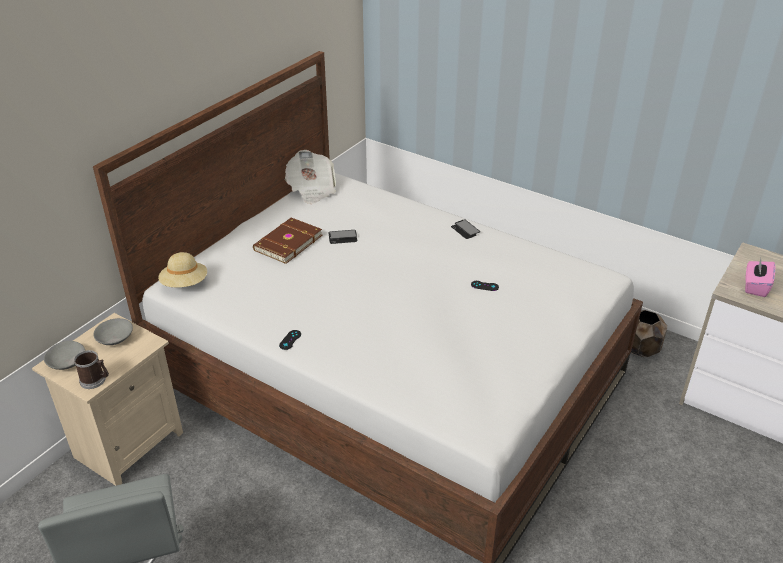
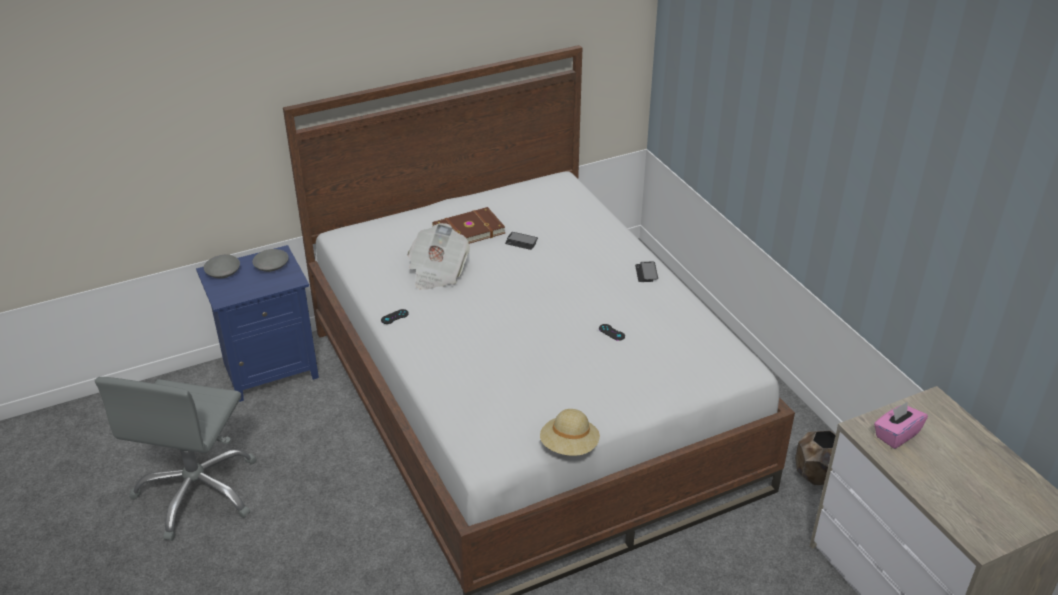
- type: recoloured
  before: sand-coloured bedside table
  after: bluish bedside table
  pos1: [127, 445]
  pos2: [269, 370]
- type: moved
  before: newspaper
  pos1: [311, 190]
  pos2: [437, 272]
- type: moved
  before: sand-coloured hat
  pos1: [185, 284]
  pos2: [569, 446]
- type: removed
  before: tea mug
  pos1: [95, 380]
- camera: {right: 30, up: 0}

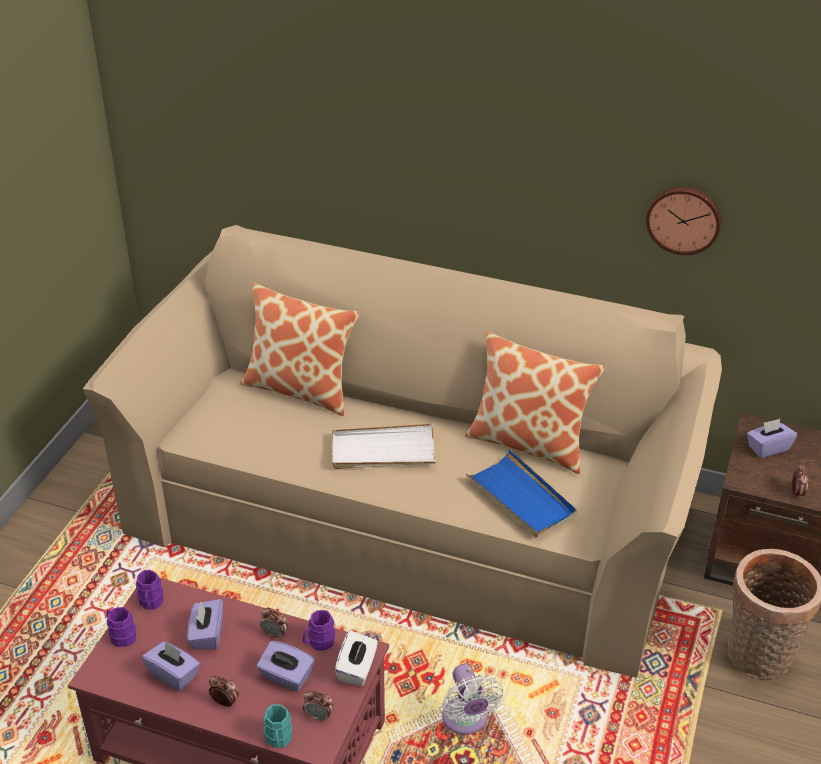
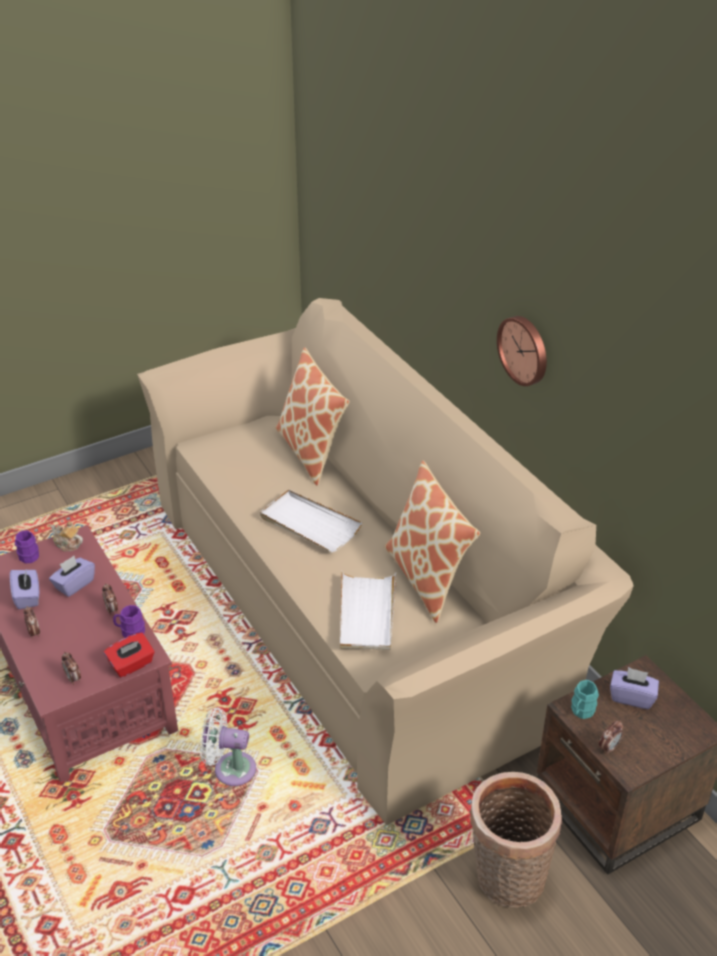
- type: replaced
  before: purple tea mug
  after: pot for tea
  pos1: [151, 603]
  pos2: [67, 544]
- type: recoloured
  before: white box of tissues
  after: red box of tissues
  pos1: [357, 669]
  pos2: [131, 665]
- type: turned
  before: white fan
  pos1: [466, 721]
  pos2: [230, 768]
  turn: 75
- type: recoloured
  before: bluish carrying tray
  after: white carrying tray
  pos1: [521, 497]
  pos2: [367, 613]
- type: moved
  before: wall clock
  pos1: [684, 219]
  pos2: [524, 350]
- type: moved
  before: turquoise-coloured tea mug
  pos1: [278, 740]
  pos2: [581, 711]
- type: removed
  before: purple box of tissues
  pos1: [286, 677]
- camera: {right: 40, up: 0}

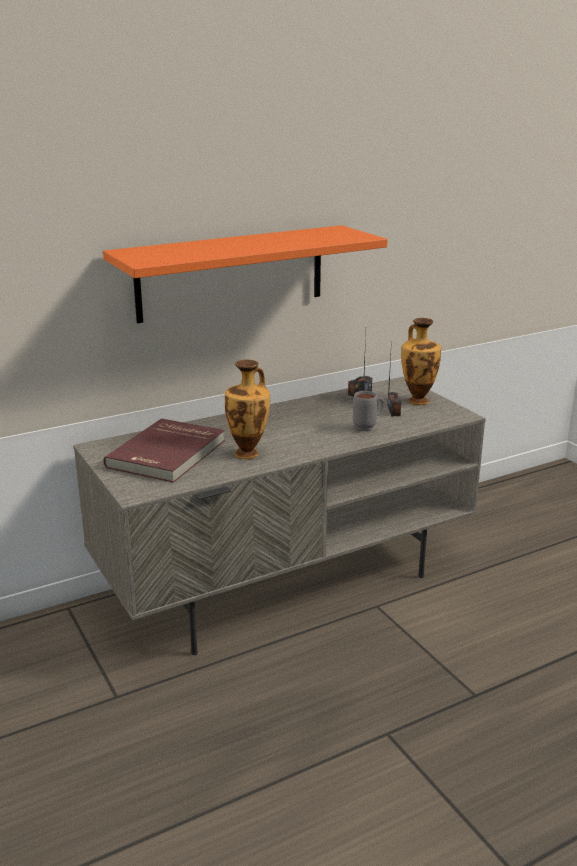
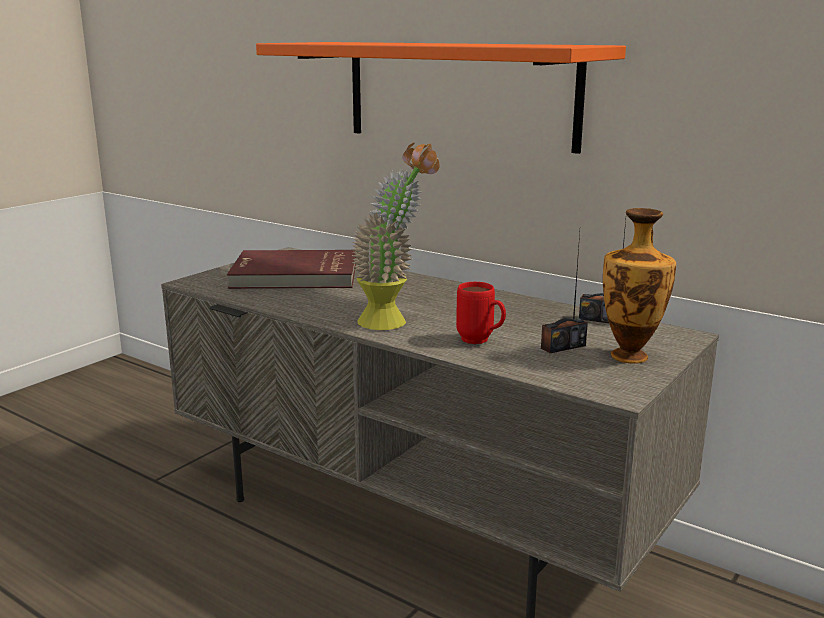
- type: added
  after: potted plant
  pos2: [394, 320]
- type: recoloured
  before: greyish tea mug
  after: red tea mug
  pos1: [368, 427]
  pos2: [481, 341]
- type: removed
  before: vase
  pos1: [248, 453]
- camera: {right: 65, up: -5}

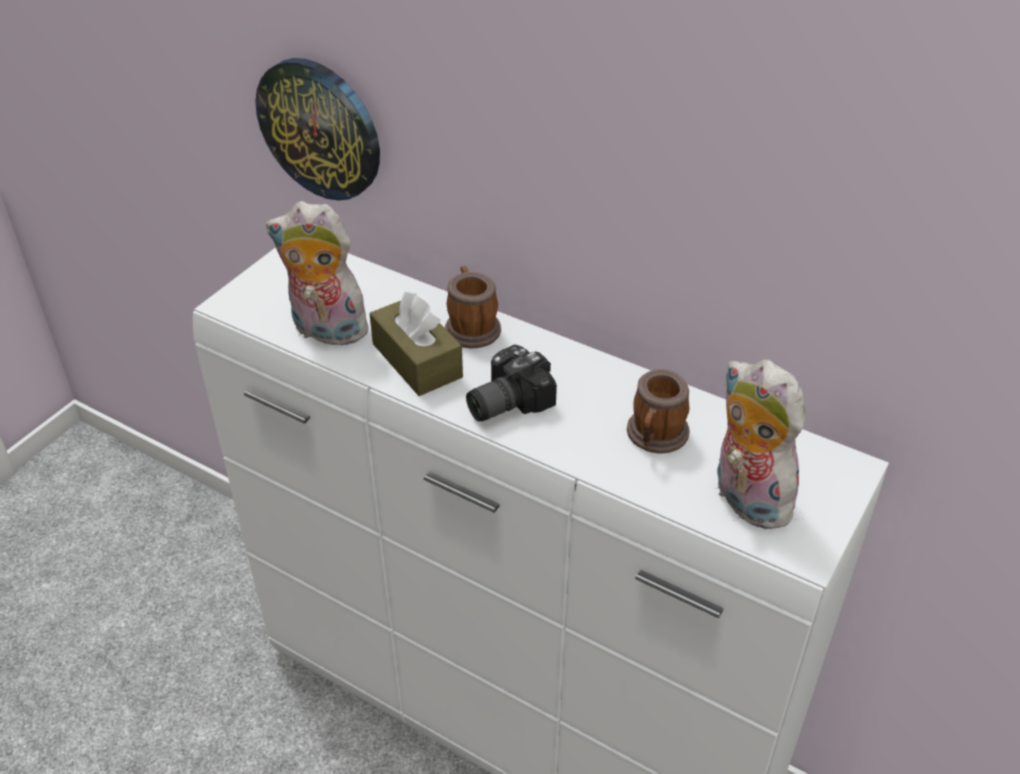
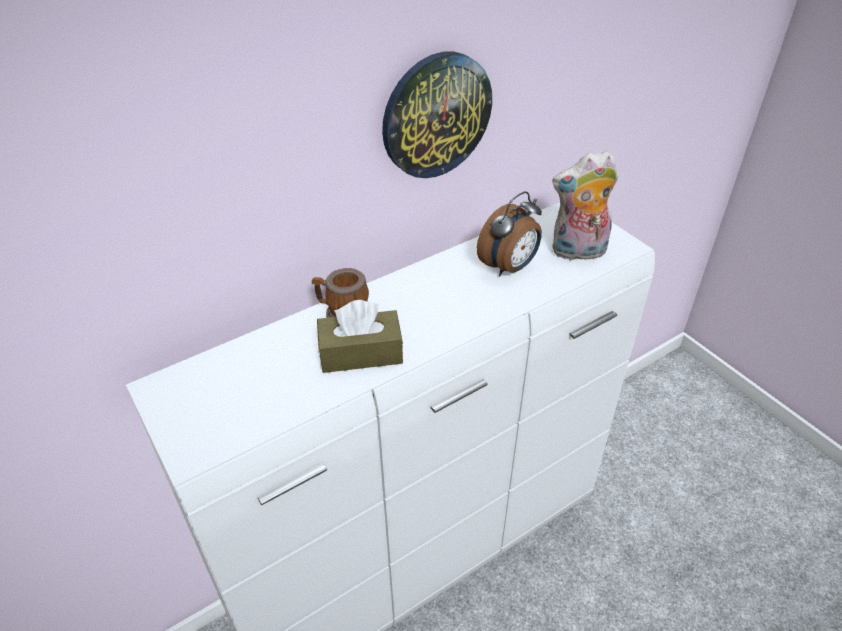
- type: moved
  before: wall clock
  pos1: [320, 129]
  pos2: [436, 115]
- type: replaced
  before: tea mug
  after: bedside clock
  pos1: [655, 437]
  pos2: [509, 267]
- type: removed
  before: plush toy
  pos1: [325, 331]
- type: removed
  before: still camera
  pos1: [504, 401]
- camera: {right: -65, up: 0}

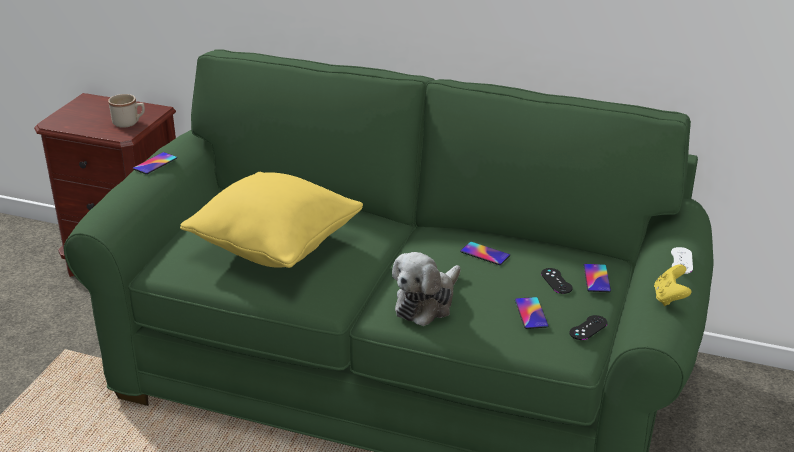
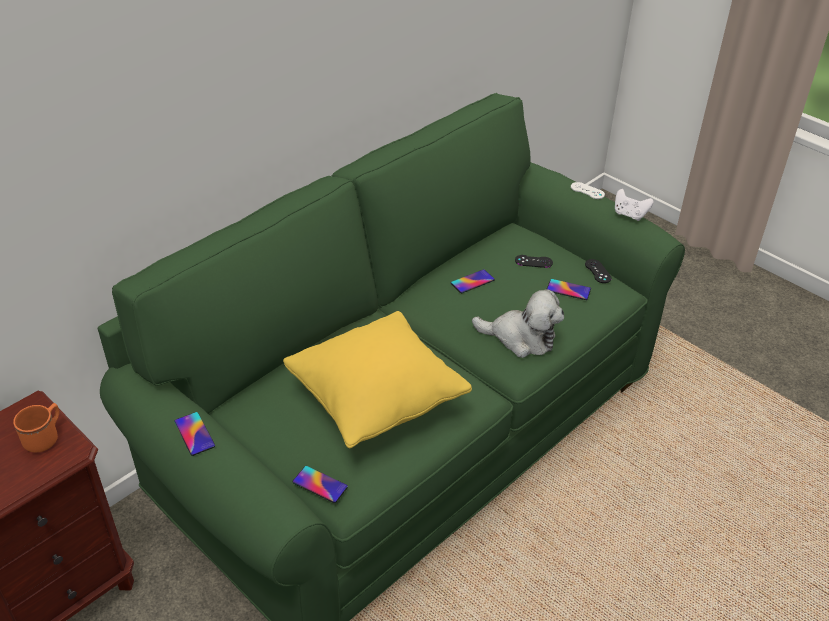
- type: recoloured
  before: sand-coloured tea mug
  after: orange tea mug
  pos1: [129, 123]
  pos2: [45, 437]
- type: moved
  before: handset
  pos1: [596, 278]
  pos2: [320, 484]
- type: turned
  before: plush toy
  pos1: [427, 303]
  pos2: [521, 338]
  turn: -45
- type: recoloured
  before: yellow-coloured joypad
  after: white joypad
  pos1: [669, 298]
  pos2: [629, 215]
- camera: {right: -65, up: 10}

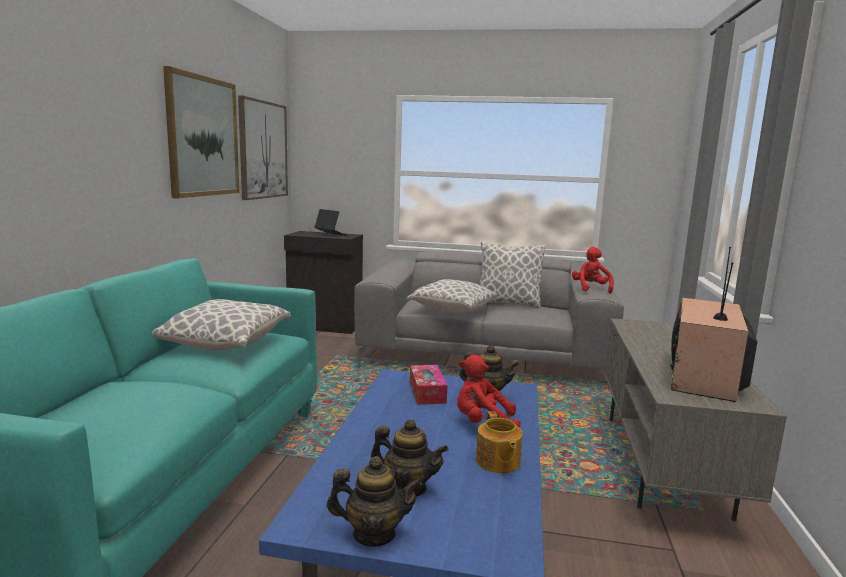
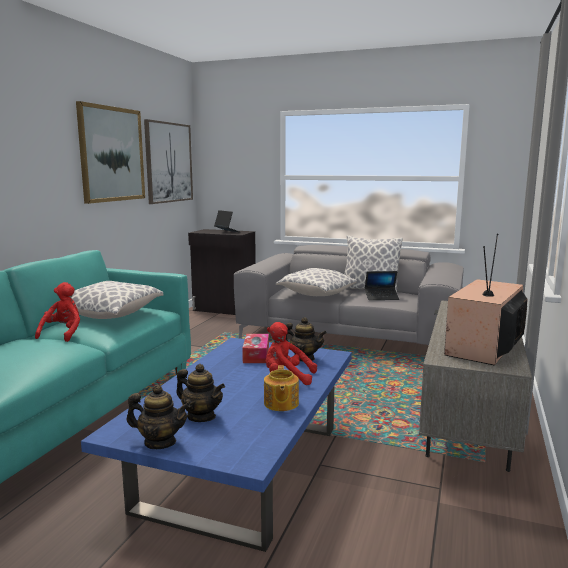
- type: moved
  before: red plush toy
  pos1: [590, 289]
  pos2: [63, 333]
- type: added
  after: portable computer
  pos2: [381, 297]
- camera: {right: 10, up: 0}

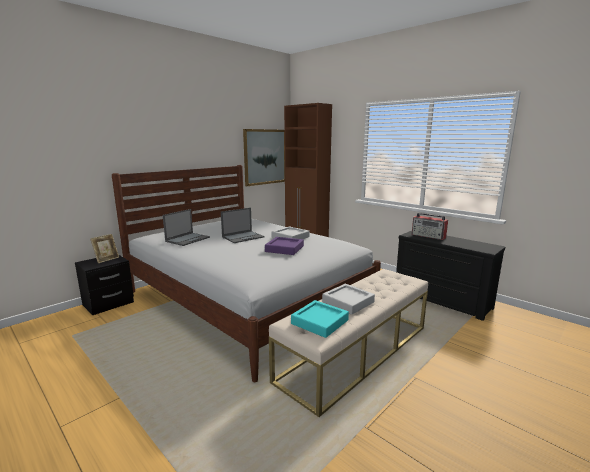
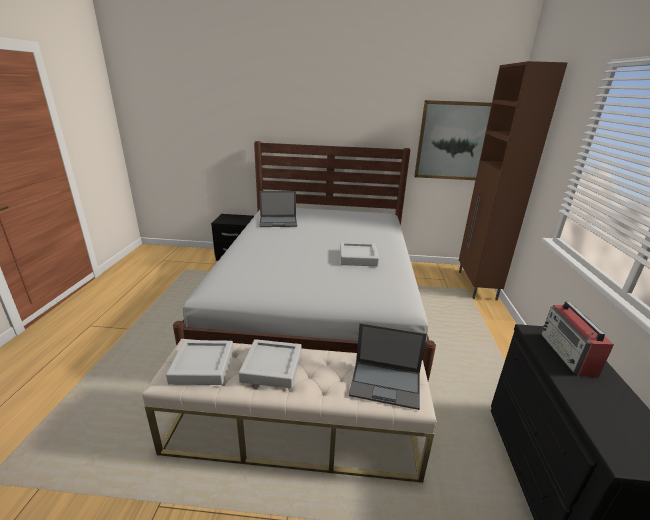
- type: recoloured
  before: turquoise-coloured carrying tray
  after: greyish carrying tray
  pos1: [319, 322]
  pos2: [202, 366]
- type: moved
  before: portable computer
  pos1: [243, 237]
  pos2: [386, 384]
- type: removed
  before: photo frame
  pos1: [107, 259]
- type: removed
  before: purple carrying tray
  pos1: [284, 249]
- camera: {right: 50, up: 10}

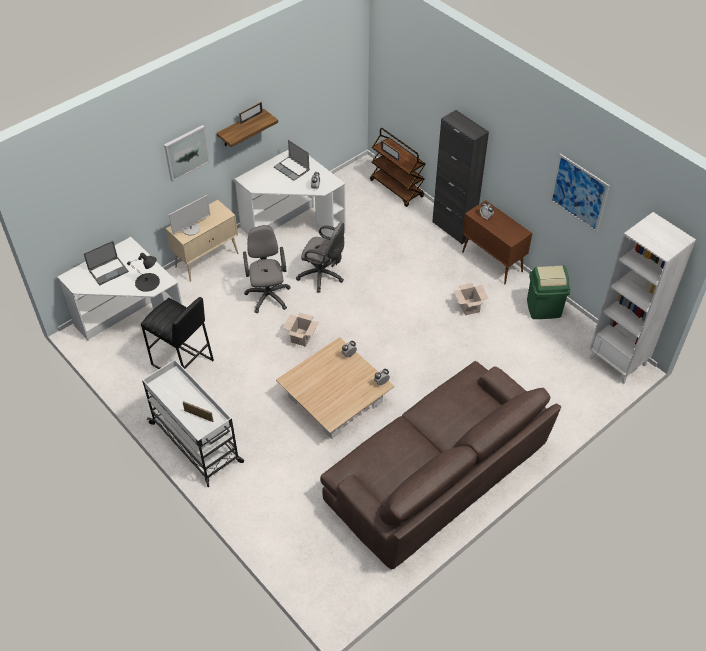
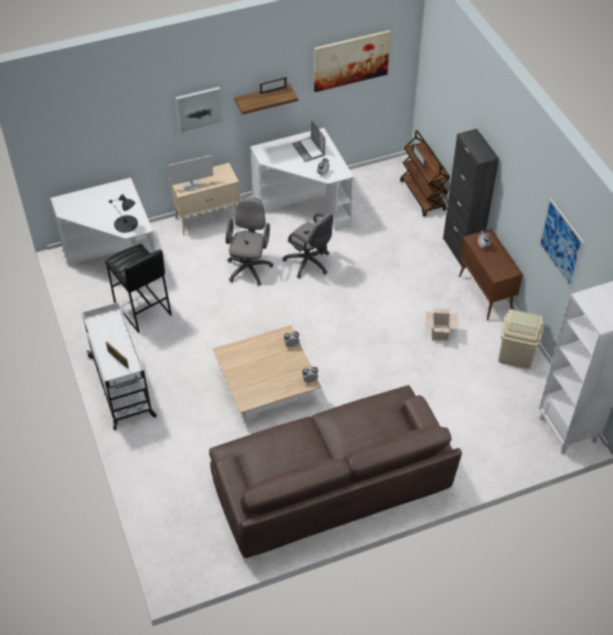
- type: added
  after: picture
  pos2: [351, 60]
- type: recoloured
  before: green-coloured rubbish bin
  after: sand-coloured rubbish bin
  pos1: [543, 308]
  pos2: [516, 354]
- type: removed
  before: portable computer
  pos1: [108, 270]
- type: removed
  before: packing box
  pos1: [301, 337]
- camera: {right: 20, up: 0}

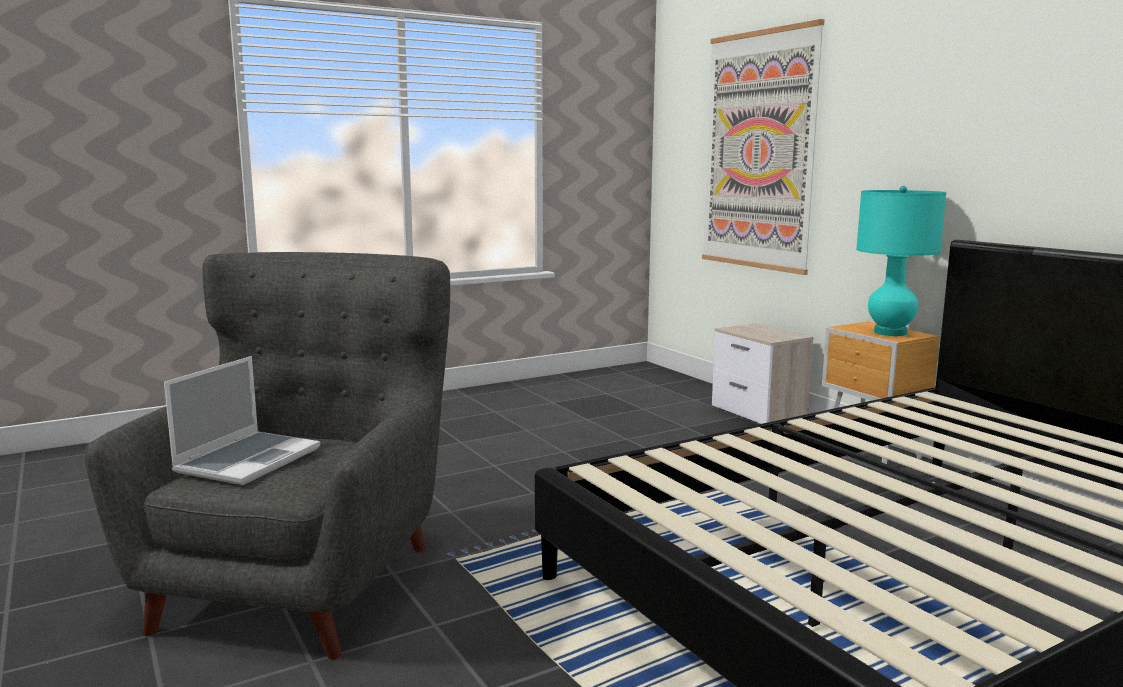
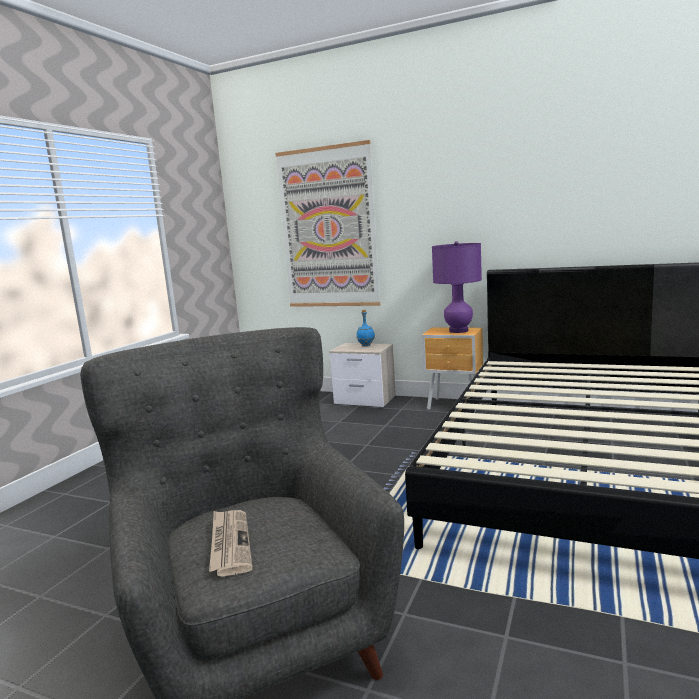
- type: replaced
  before: portable computer
  after: newspaper
  pos1: [248, 460]
  pos2: [229, 543]
- type: added
  after: bluish bottle
  pos2: [366, 345]
- type: recoloured
  before: turquoise-coloured lamp for a table
  after: purple lamp for a table
  pos1: [890, 333]
  pos2: [458, 331]
- camera: {right: -35, up: 0}

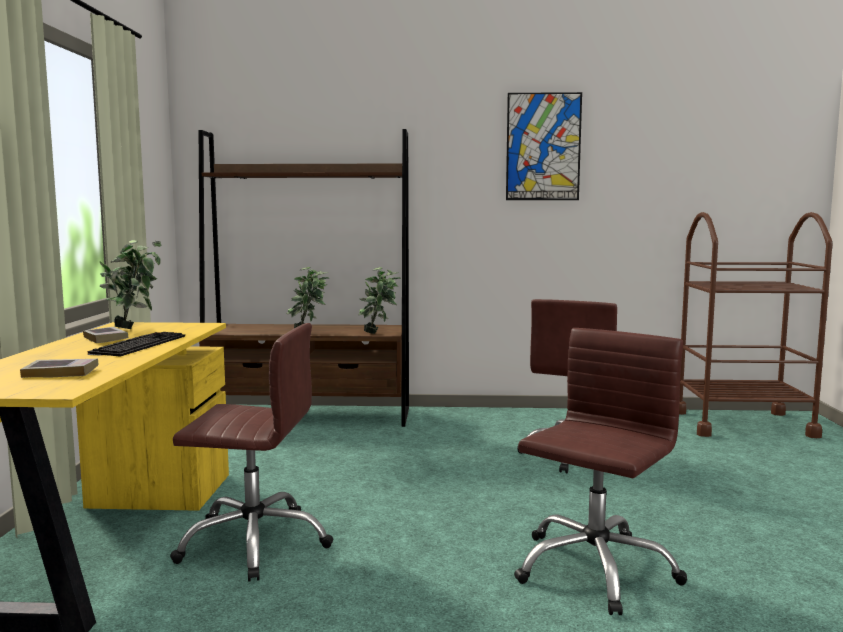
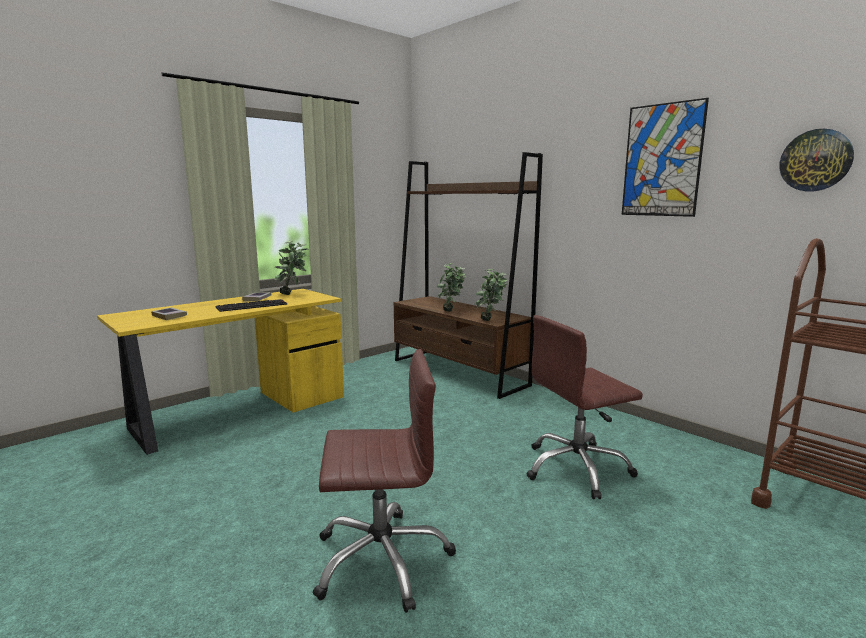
- type: added
  after: wall clock
  pos2: [815, 160]
- type: removed
  before: brown desk chair
  pos1: [254, 542]
- camera: {right: 45, up: 5}

